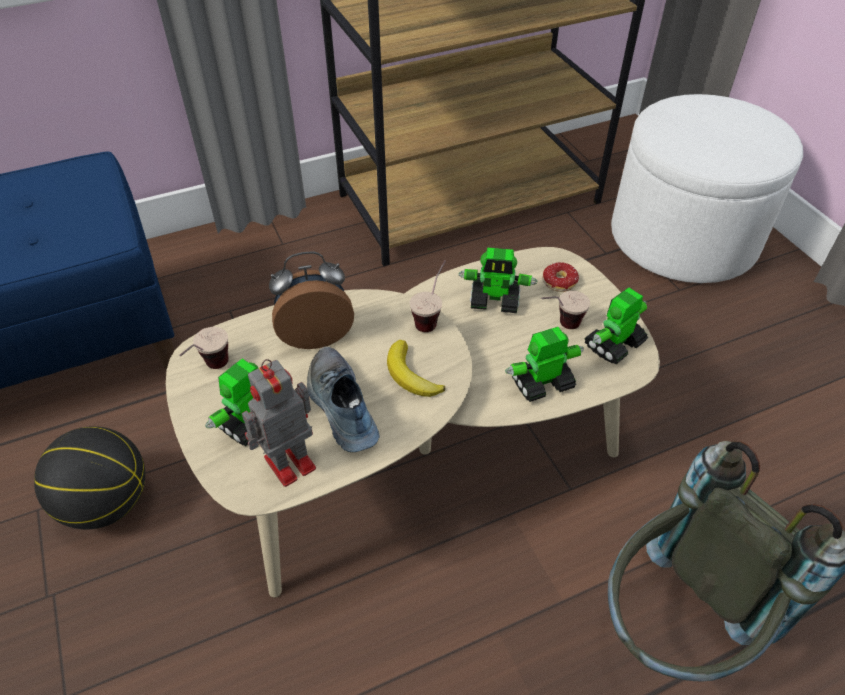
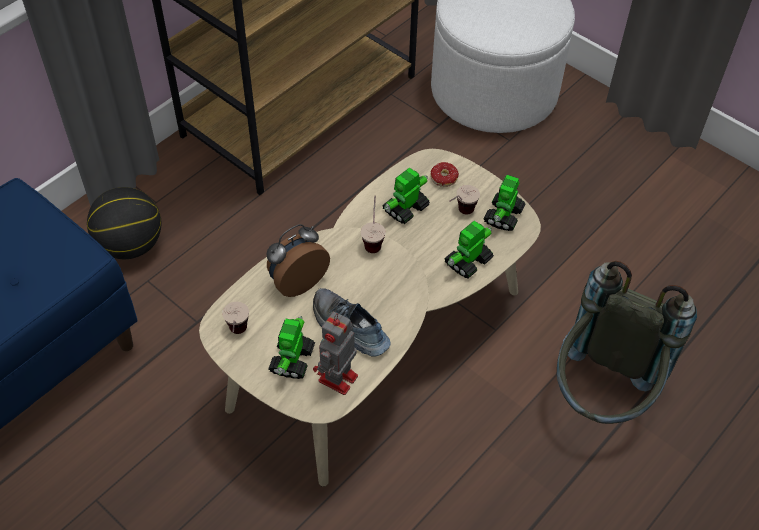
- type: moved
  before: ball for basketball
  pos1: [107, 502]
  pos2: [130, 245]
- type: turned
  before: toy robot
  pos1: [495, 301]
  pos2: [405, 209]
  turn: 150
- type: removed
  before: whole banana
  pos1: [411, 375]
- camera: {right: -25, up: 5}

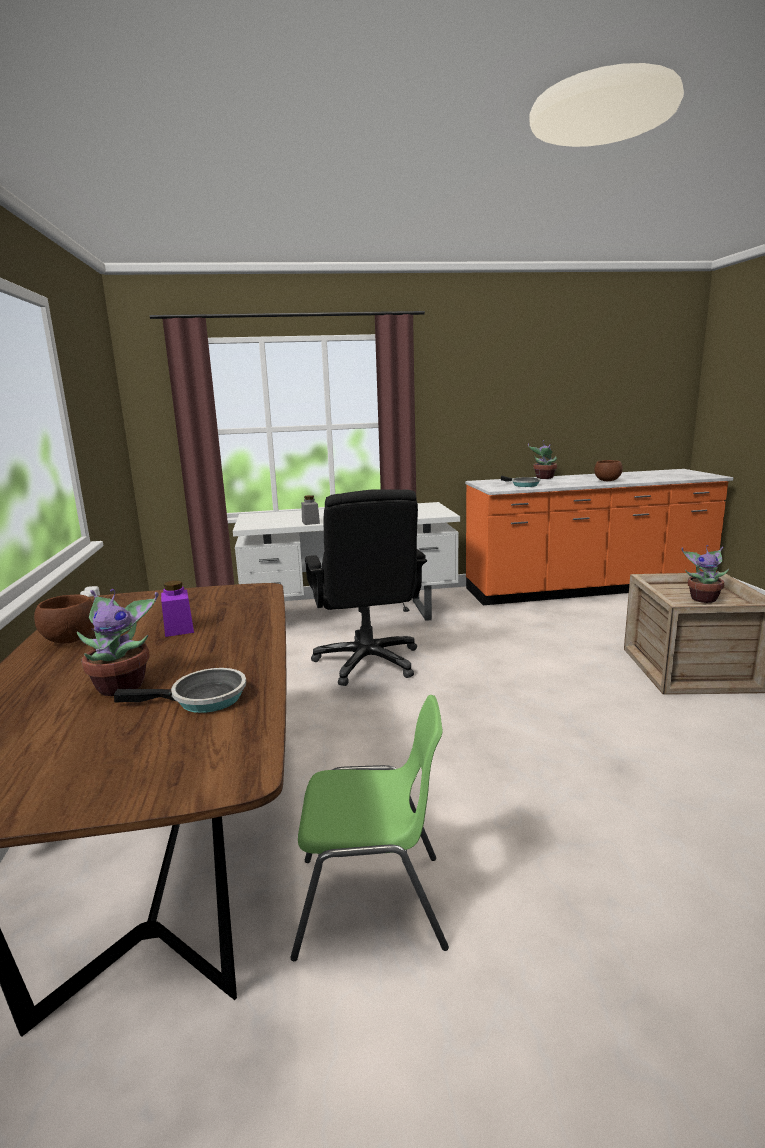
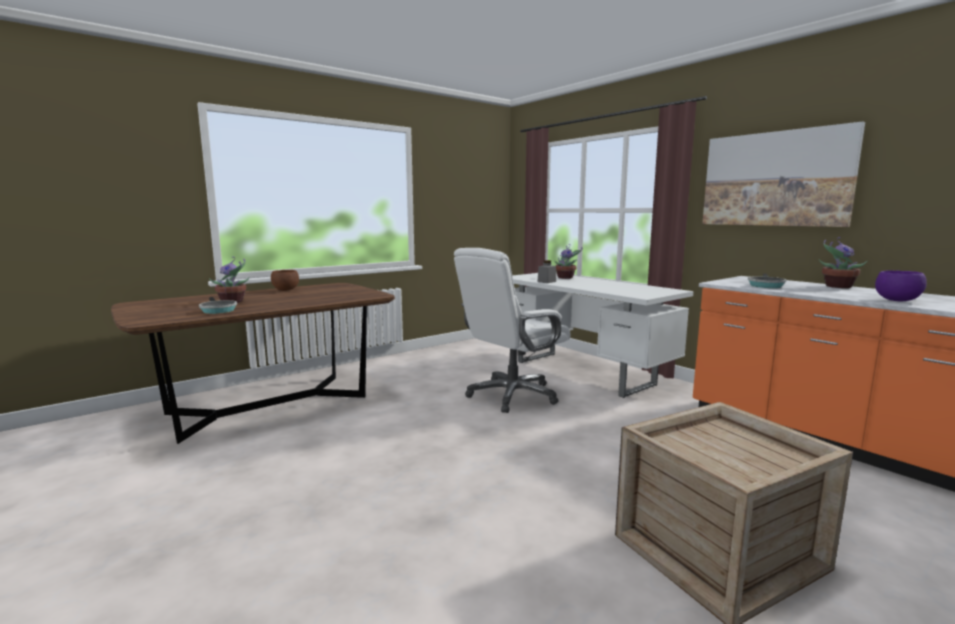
- type: recoloured
  before: blackish desk chair
  after: white desk chair
  pos1: [368, 662]
  pos2: [512, 395]
- type: moved
  before: potted plant
  pos1: [703, 598]
  pos2: [566, 278]
- type: added
  after: picture
  pos2: [775, 179]
- type: recoloured
  before: brown bowl
  after: purple bowl
  pos1: [607, 481]
  pos2: [896, 301]
- type: removed
  before: purple preserve jar
  pos1: [179, 628]
- type: removed
  before: green-coloured upright chair
  pos1: [373, 904]
- camera: {right: 60, up: -5}

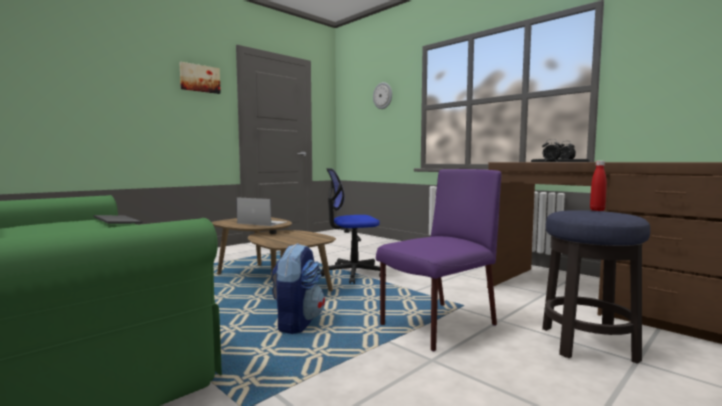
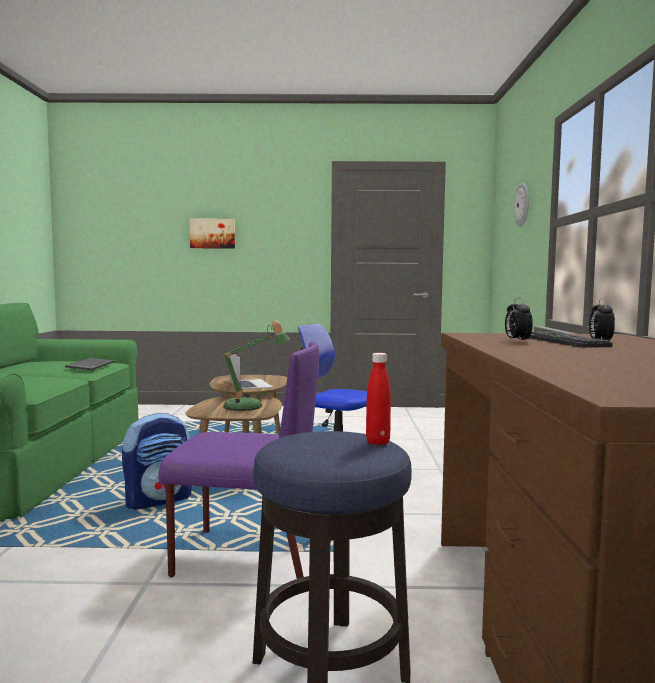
- type: moved
  before: picture
  pos1: [199, 78]
  pos2: [212, 233]
- type: added
  after: lamp for a table
  pos2: [250, 406]
- camera: {right: 45, up: 0}

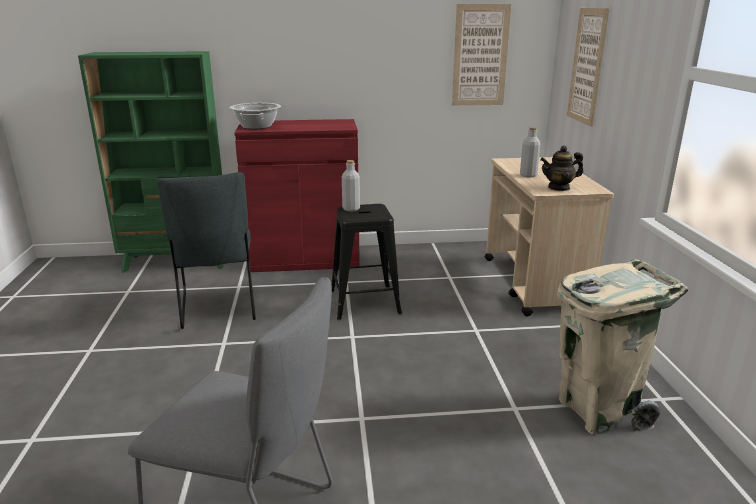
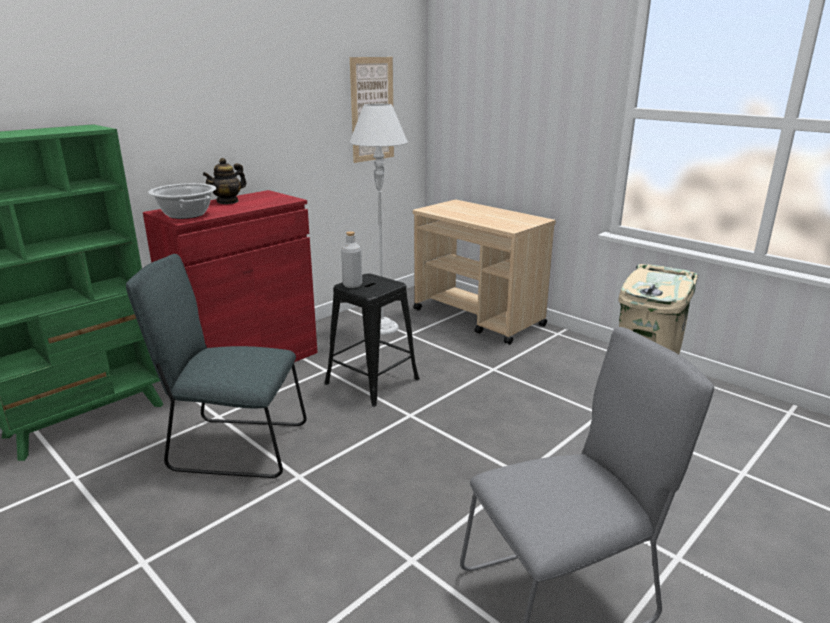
- type: turned
  before: greyish upright chair
  pos1: [218, 308]
  pos2: [233, 447]
  turn: 150
- type: moved
  before: pot for tea
  pos1: [559, 188]
  pos2: [228, 201]
- type: added
  after: greyish floor lamp
  pos2: [382, 328]
- type: removed
  before: greyish bottle
  pos1: [528, 175]
- type: removed
  before: picture
  pos1: [587, 66]
- camera: {right: -40, up: 0}

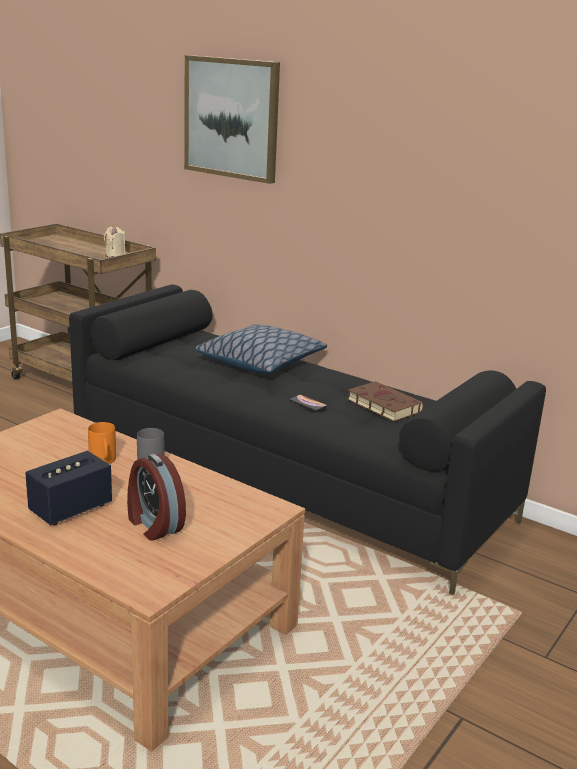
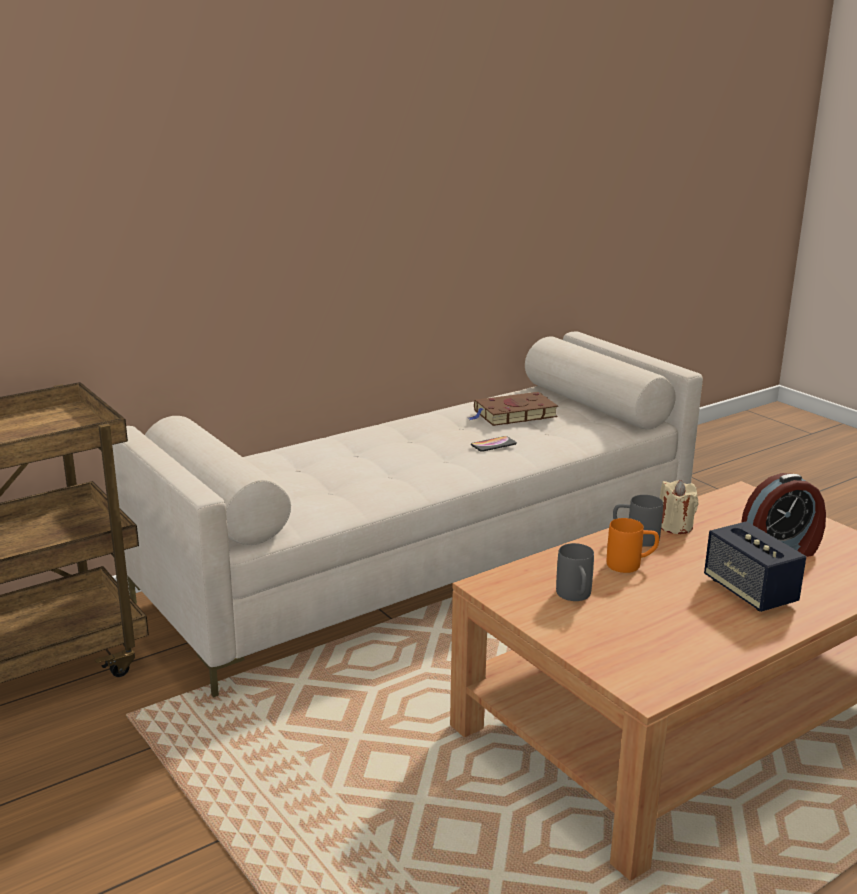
- type: recoloured
  before: blackish settee
  after: sand-coloured settee
  pos1: [285, 476]
  pos2: [428, 560]
- type: added
  after: greyish tea mug
  pos2: [575, 597]
- type: moved
  before: sand-coloured candle
  pos1: [115, 255]
  pos2: [675, 526]
- type: removed
  before: picture
  pos1: [232, 118]
- type: removed
  before: cushion
  pos1: [260, 362]
- camera: {right: -70, up: 0}

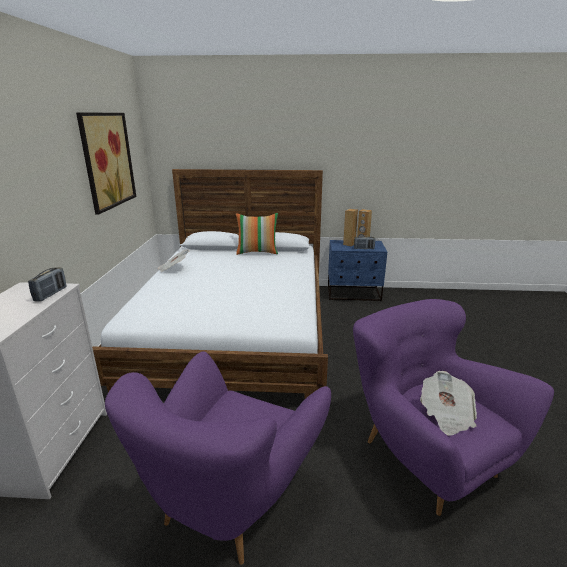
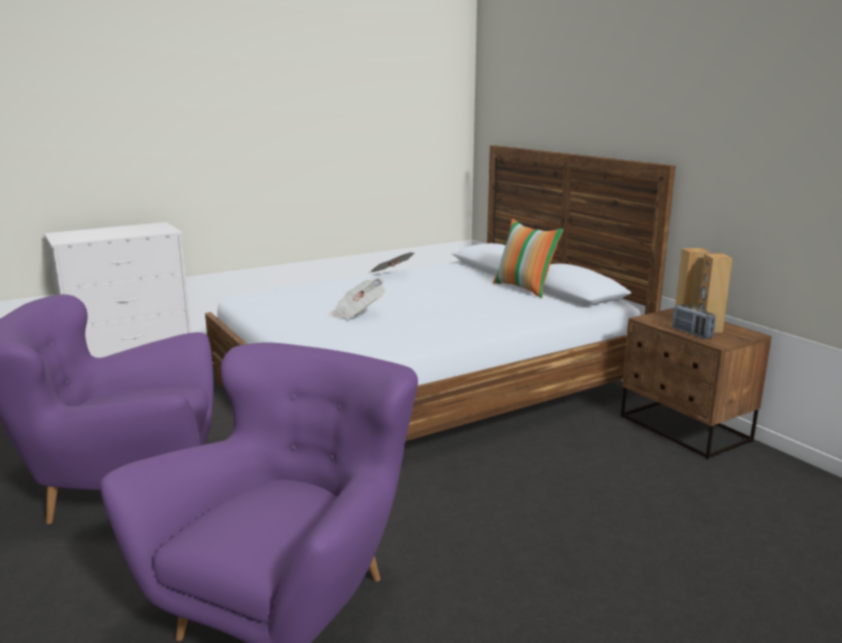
- type: moved
  before: newspaper
  pos1: [446, 415]
  pos2: [357, 313]
- type: recoloured
  before: bluish bedside table
  after: brown bedside table
  pos1: [354, 294]
  pos2: [684, 429]
- type: removed
  before: radio receiver
  pos1: [51, 294]
- type: removed
  before: picture
  pos1: [108, 160]
- camera: {right: 55, up: -5}

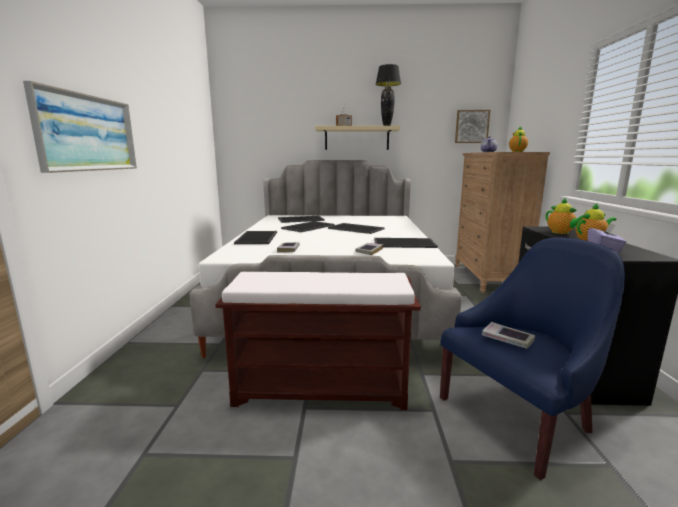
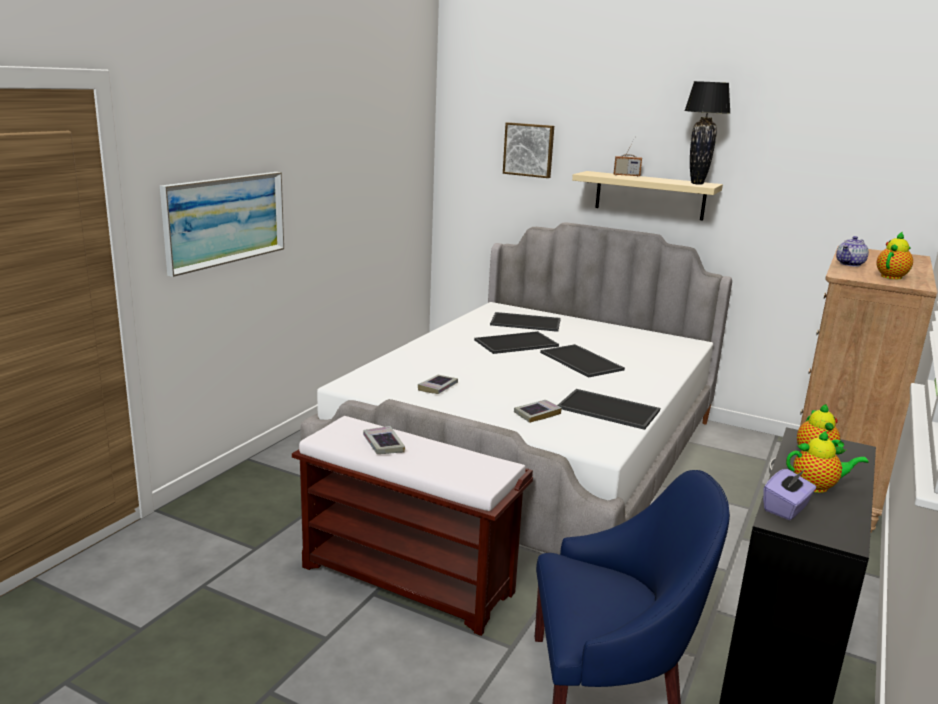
- type: moved
  before: volume
  pos1: [507, 339]
  pos2: [383, 444]
- type: moved
  before: picture
  pos1: [471, 126]
  pos2: [529, 150]
- type: removed
  before: carrying tray
  pos1: [258, 238]
- camera: {right: 25, up: 5}

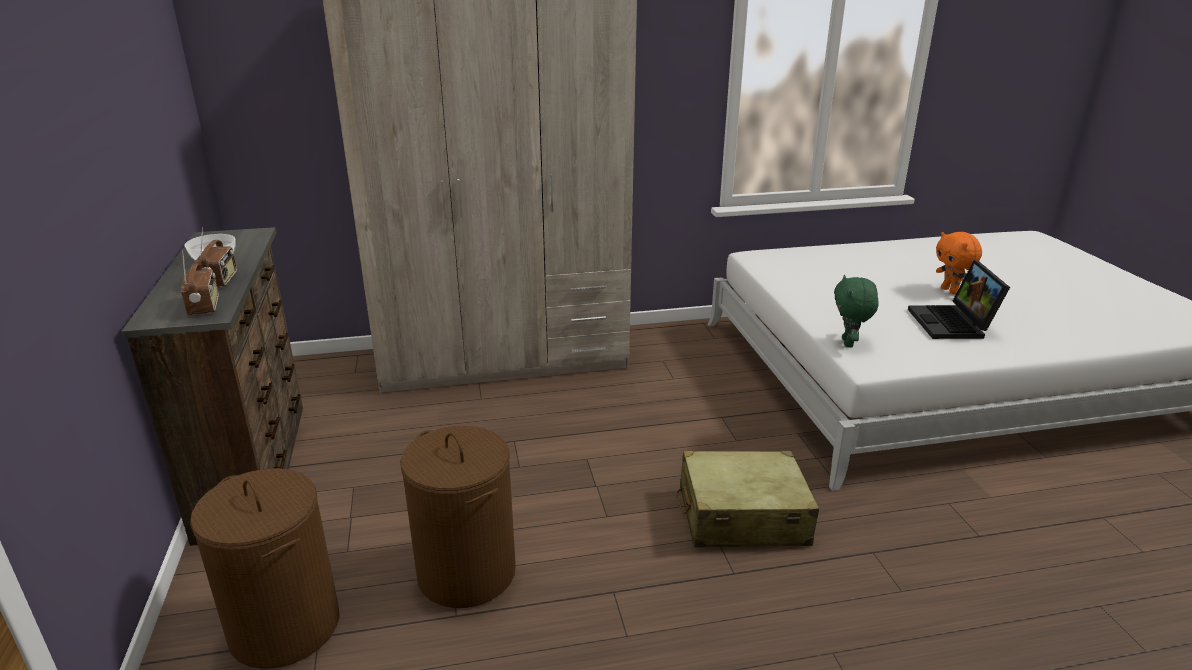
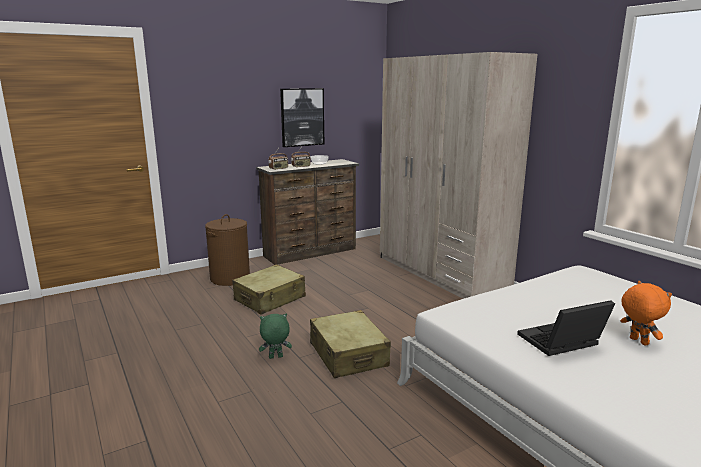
- type: replaced
  before: brown washing basket
  after: sand-coloured piece of luggage
  pos1: [466, 572]
  pos2: [270, 299]
- type: moved
  before: green-coloured plush toy
  pos1: [849, 343]
  pos2: [275, 357]
- type: added
  after: picture
  pos2: [302, 117]
- type: turned
  before: orange plush toy
  pos1: [950, 291]
  pos2: [637, 341]
  turn: 105
- camera: {right: 70, up: -10}

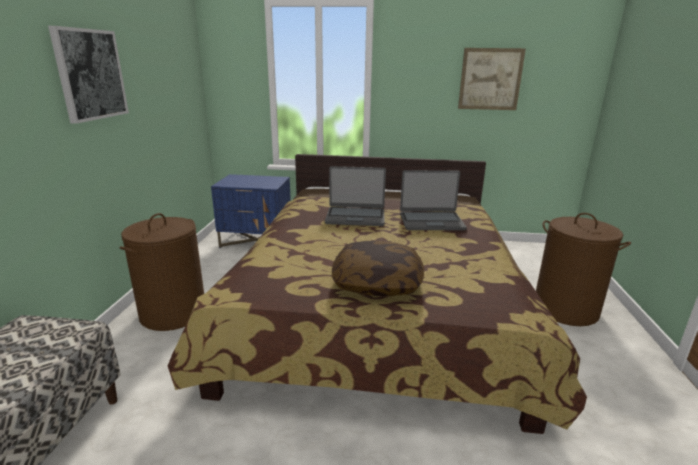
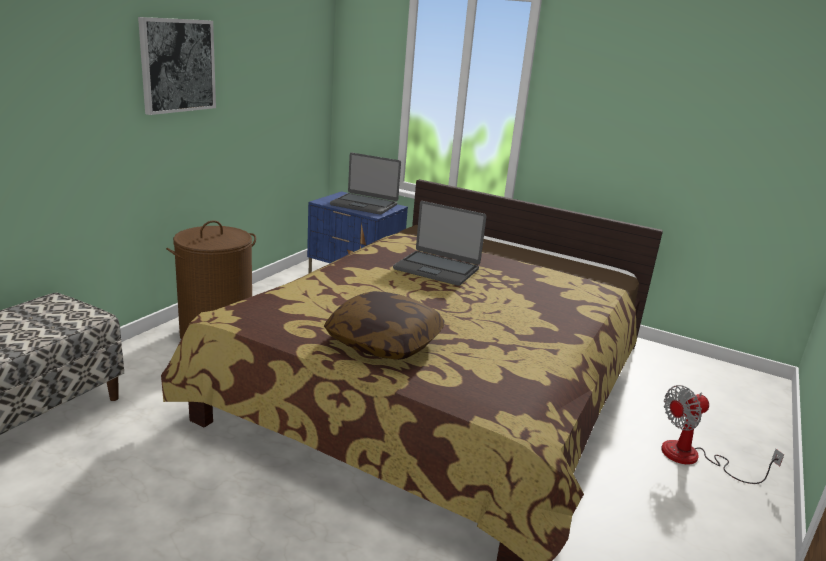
- type: moved
  before: portable computer
  pos1: [431, 222]
  pos2: [364, 205]
- type: replaced
  before: brown washing basket
  after: fan
  pos1: [565, 309]
  pos2: [694, 458]
- type: removed
  before: picture
  pos1: [490, 79]
- camera: {right: 20, up: 0}

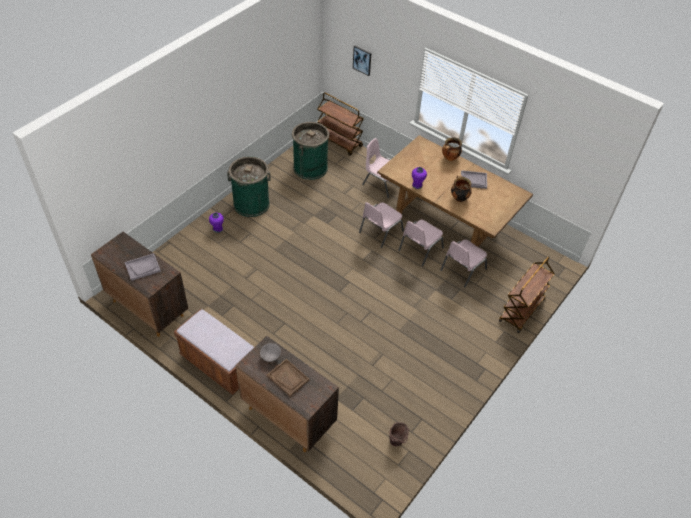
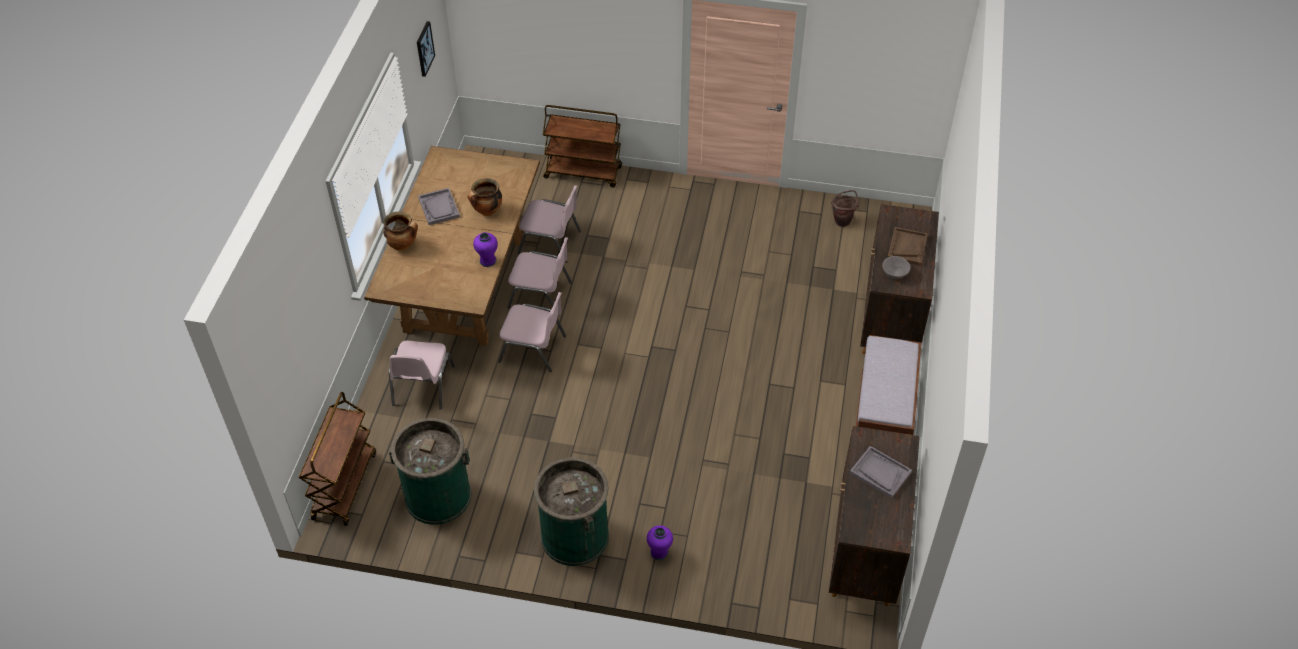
- type: moved
  before: picture
  pos1: [362, 60]
  pos2: [424, 48]
- camera: {right: -115, up: 0}

